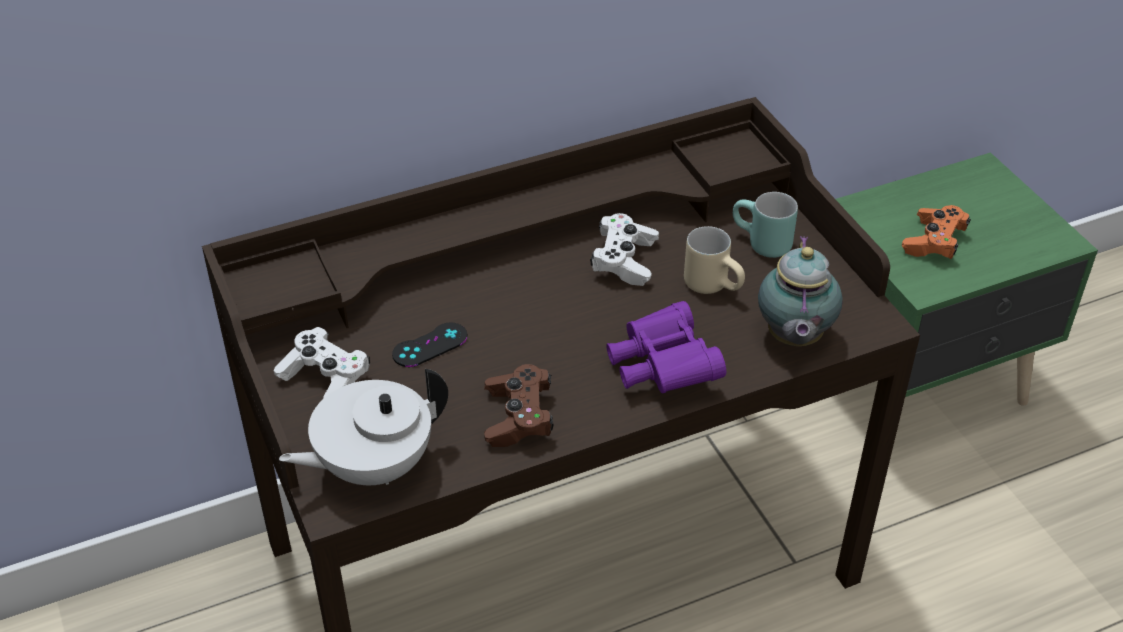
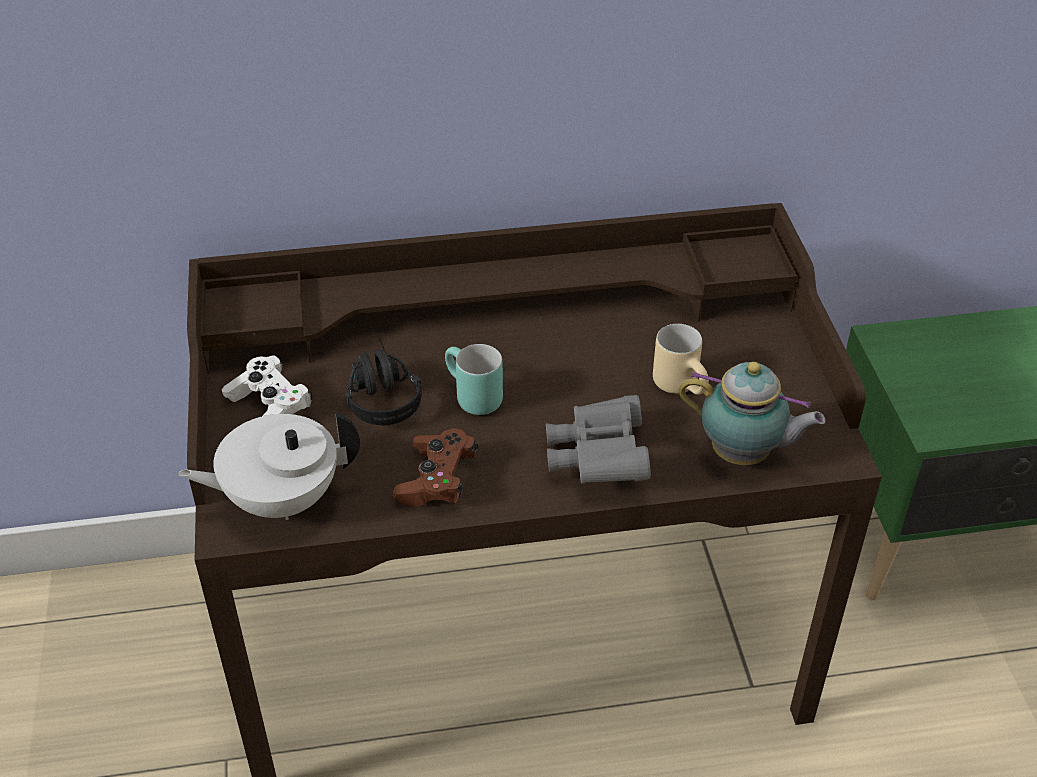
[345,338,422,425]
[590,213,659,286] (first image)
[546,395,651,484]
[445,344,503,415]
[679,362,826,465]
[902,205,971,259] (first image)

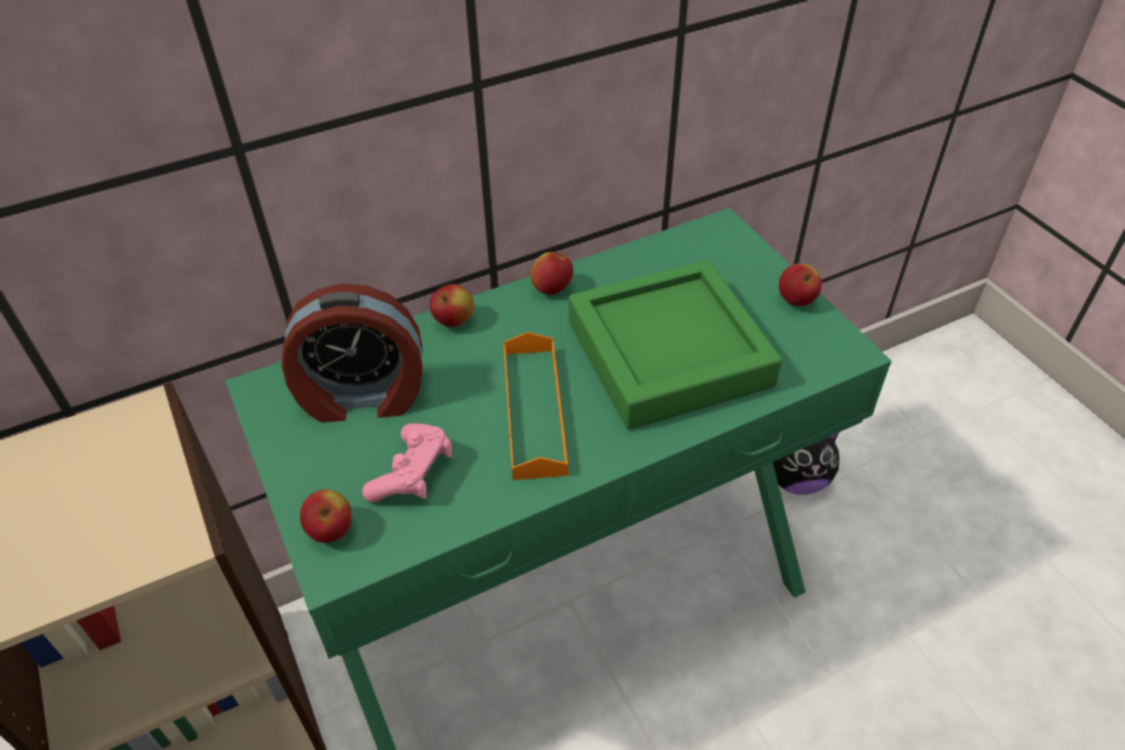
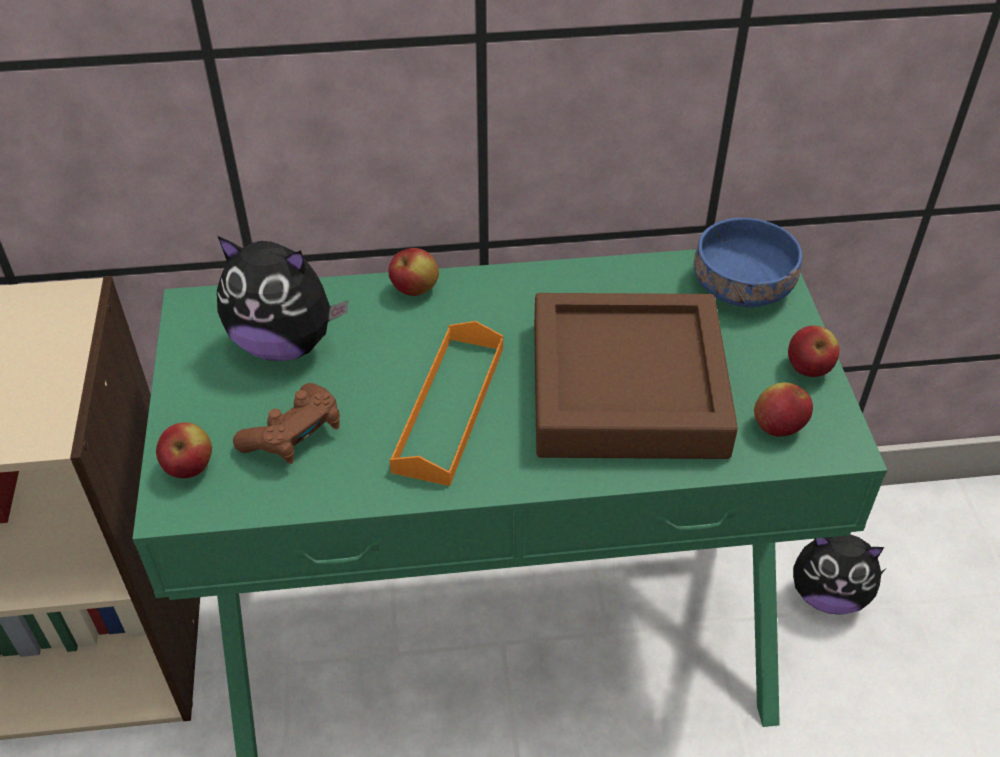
[217,236,348,361]
[233,383,340,464]
[754,382,813,437]
[534,293,738,459]
[694,218,802,307]

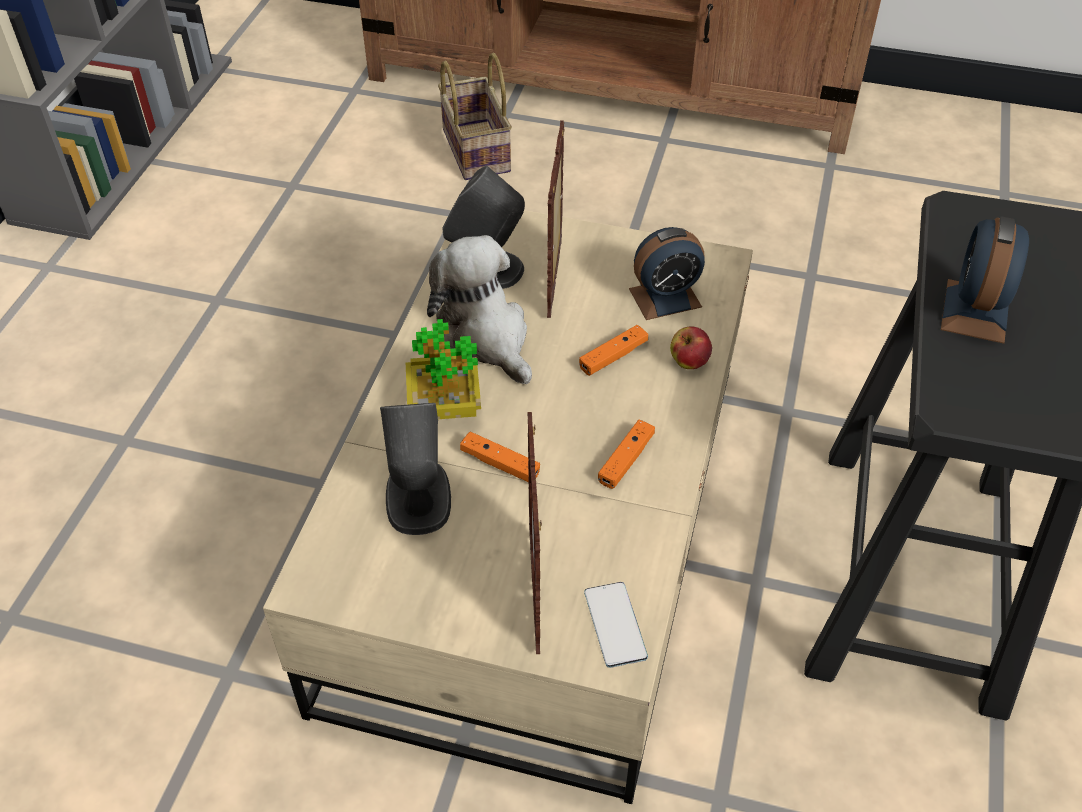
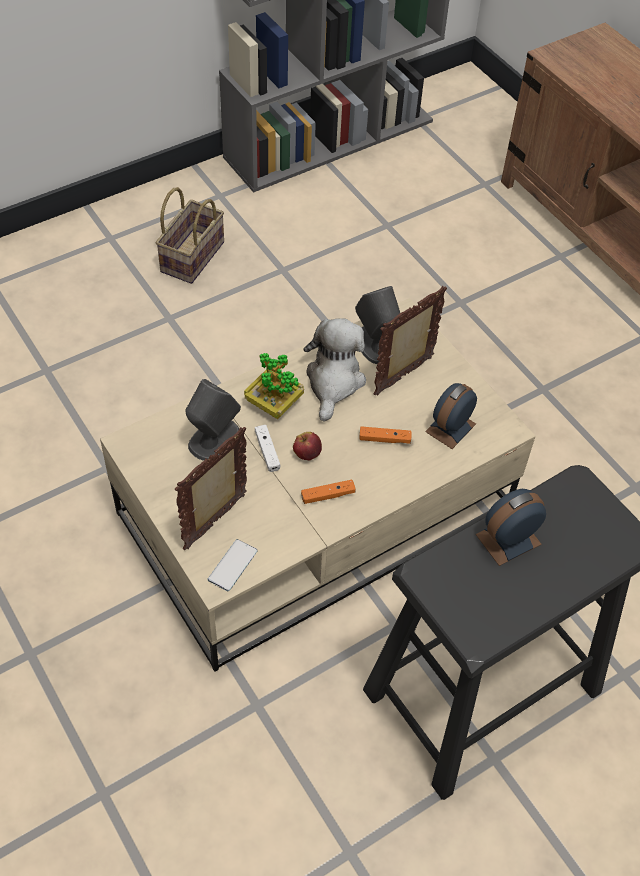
[156,187,224,284]
[255,425,280,472]
[425,383,477,449]
[293,432,322,460]

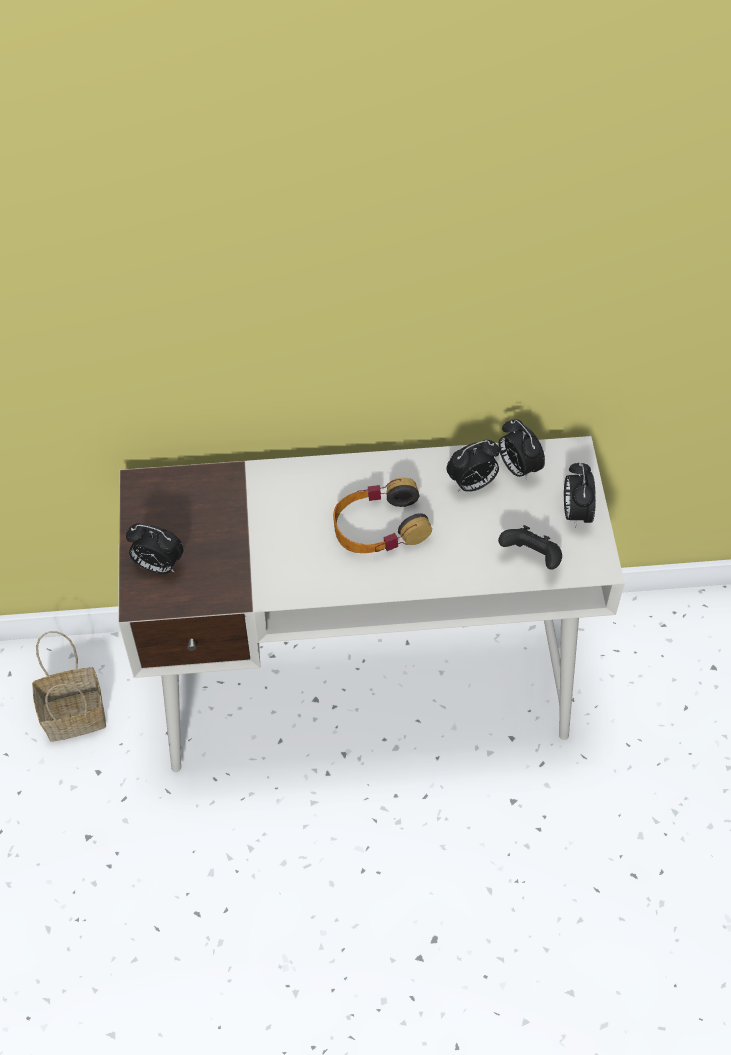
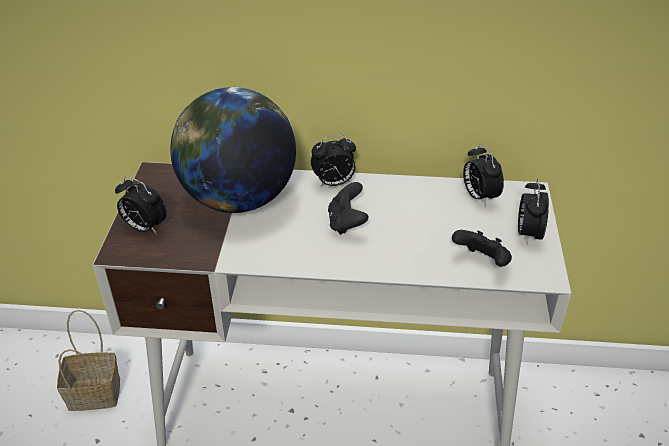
[328,182,368,235]
[311,134,356,187]
[170,87,296,213]

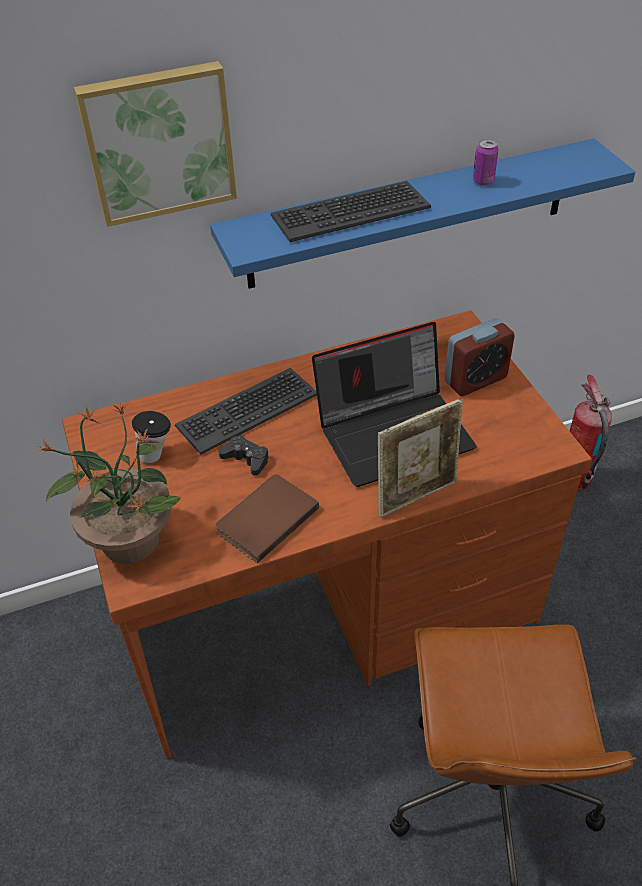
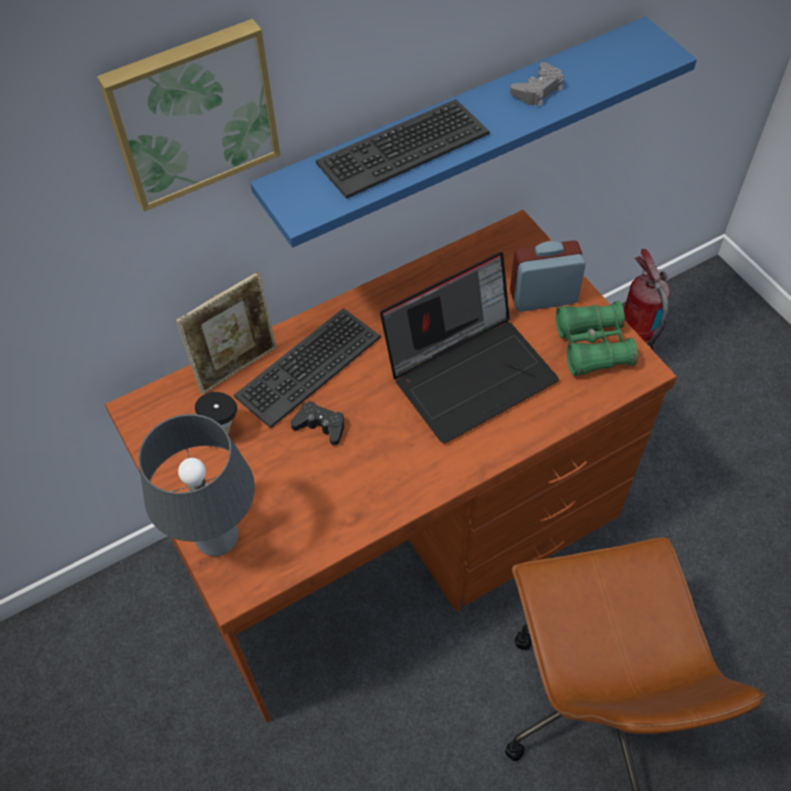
[138,414,255,556]
[215,474,319,563] (first image)
[176,272,276,395]
[510,240,586,312]
[510,62,564,107]
[556,301,638,376]

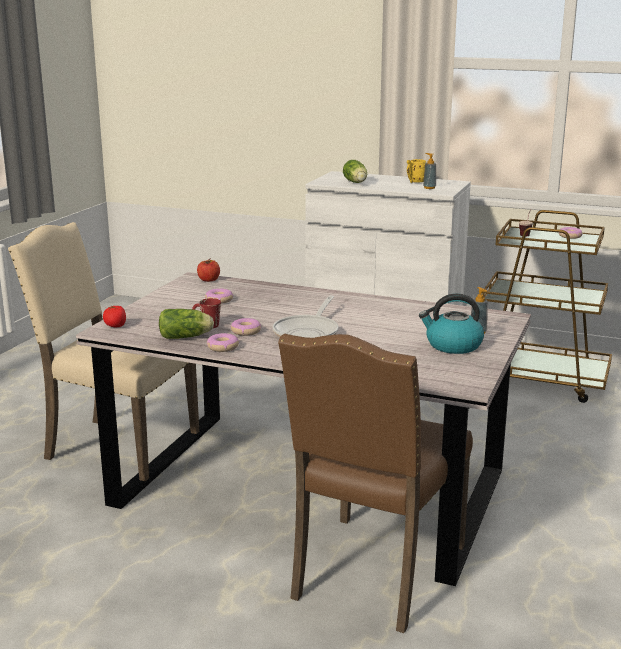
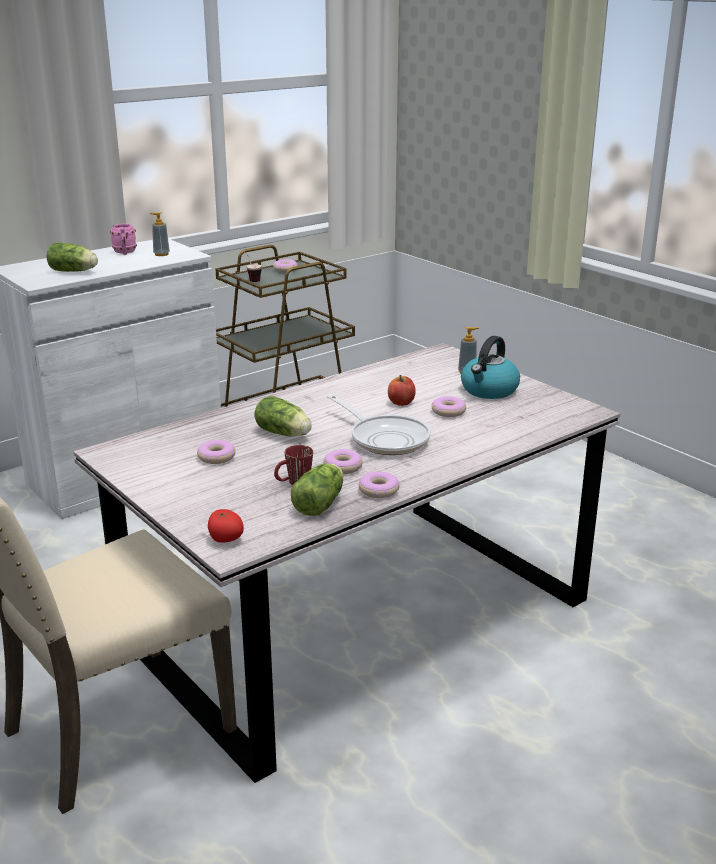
[388,375,416,406]
[278,334,473,633] (first image)
[110,224,137,255]
[255,396,312,437]
[432,396,466,417]

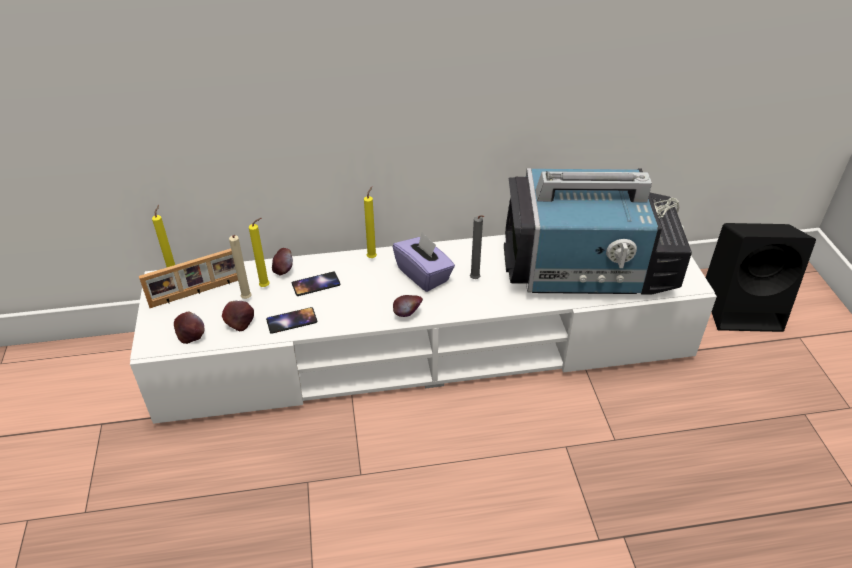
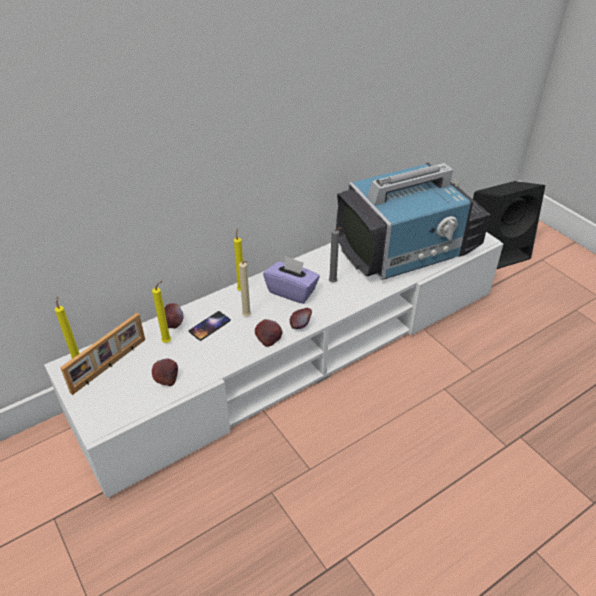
[255,319,283,347]
[239,261,251,316]
[266,307,317,334] (first image)

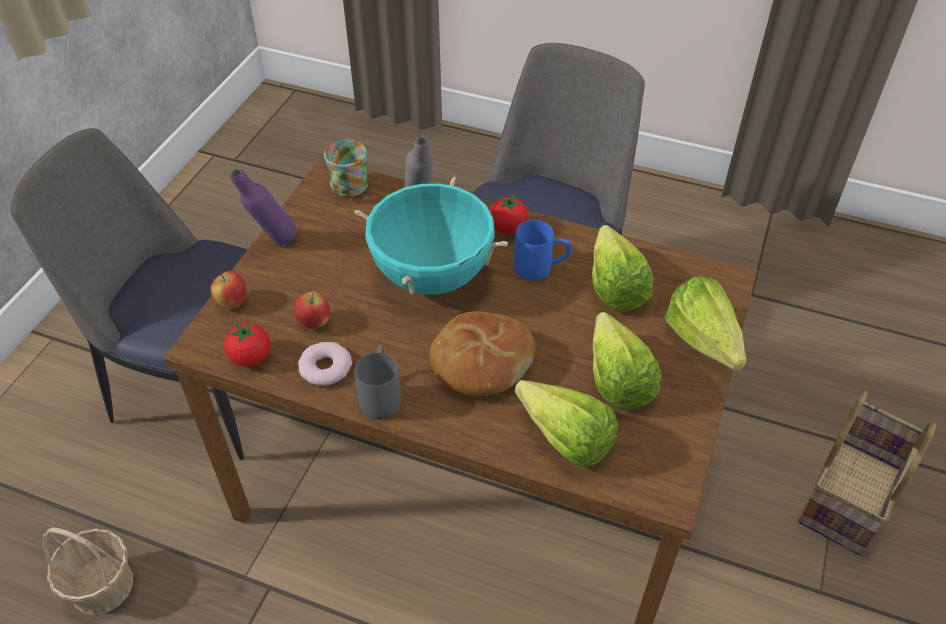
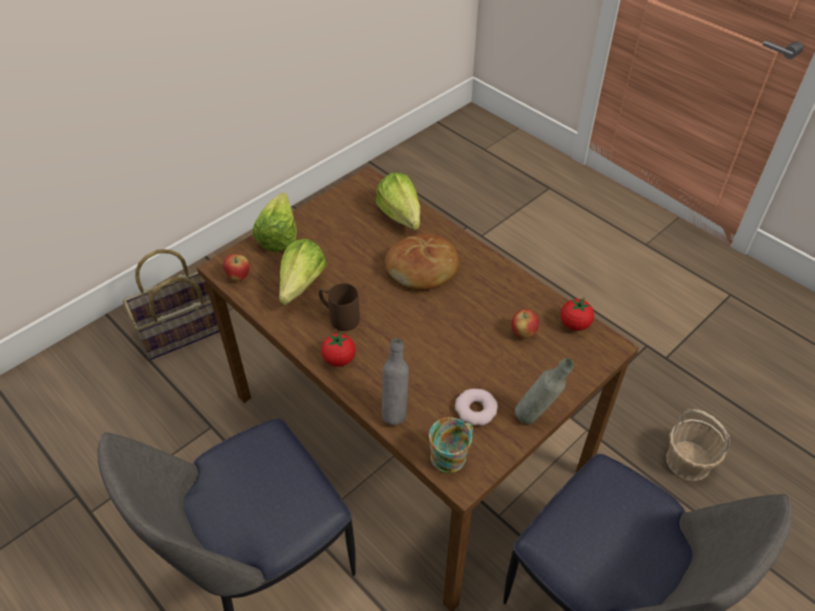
[223,254,250,281]
[515,358,574,424]
[455,389,498,426]
[354,177,508,295] (first image)
[354,345,401,420] (first image)
[319,283,360,331]
[593,312,661,410] (first image)

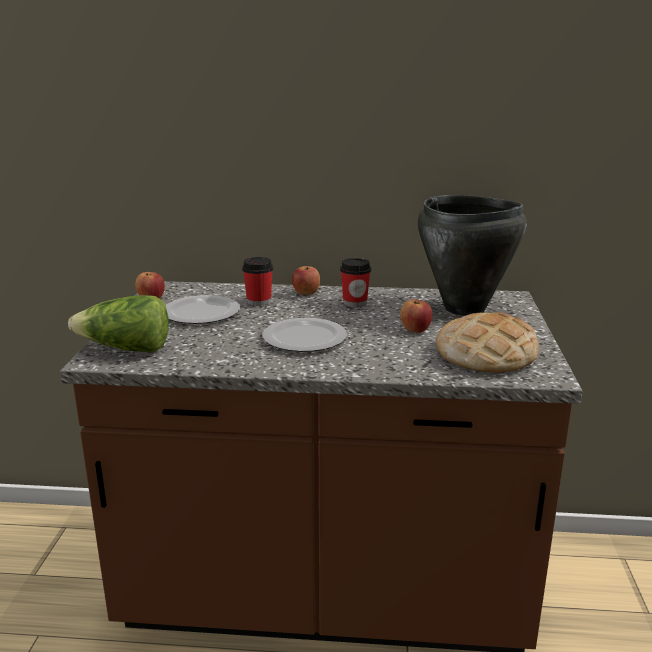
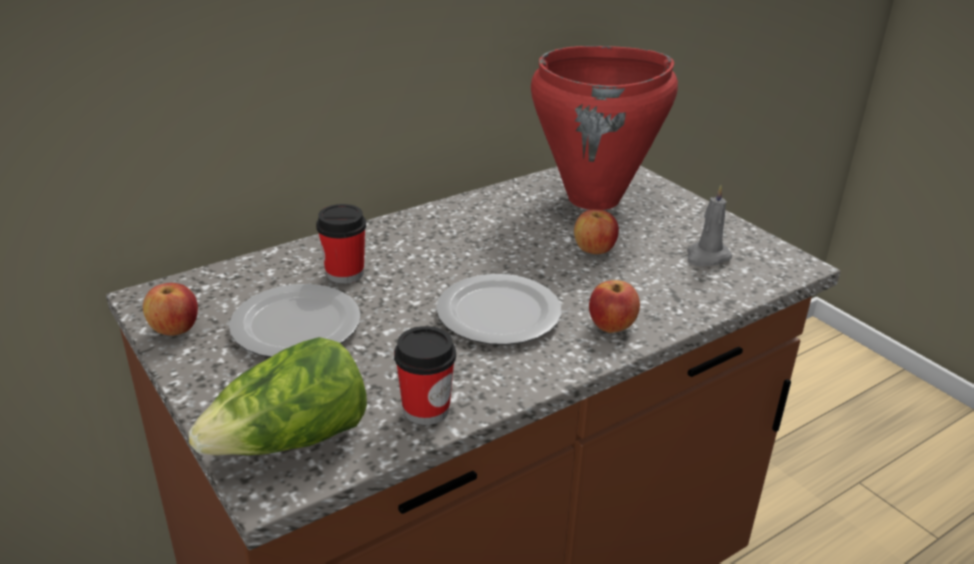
[589,280,640,333]
[394,326,456,425]
[531,46,678,210]
[687,185,732,266]

